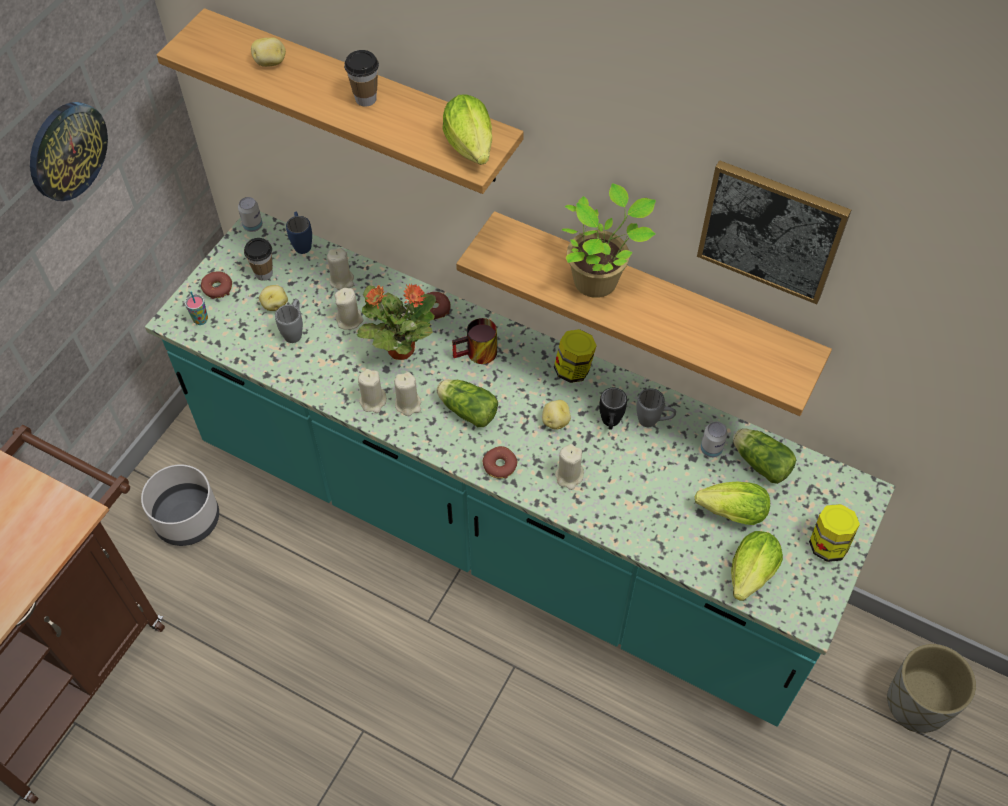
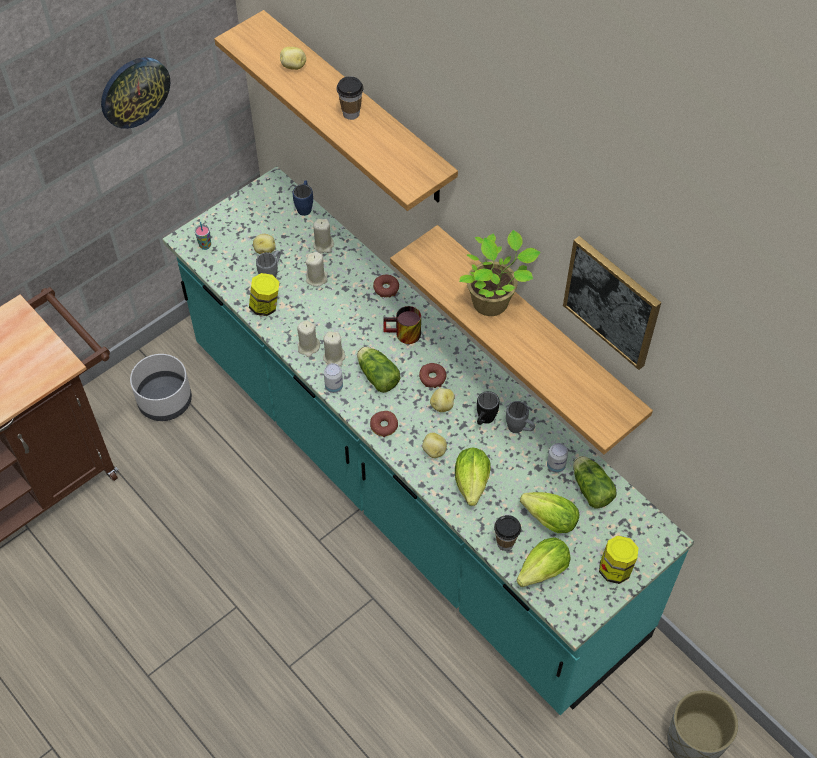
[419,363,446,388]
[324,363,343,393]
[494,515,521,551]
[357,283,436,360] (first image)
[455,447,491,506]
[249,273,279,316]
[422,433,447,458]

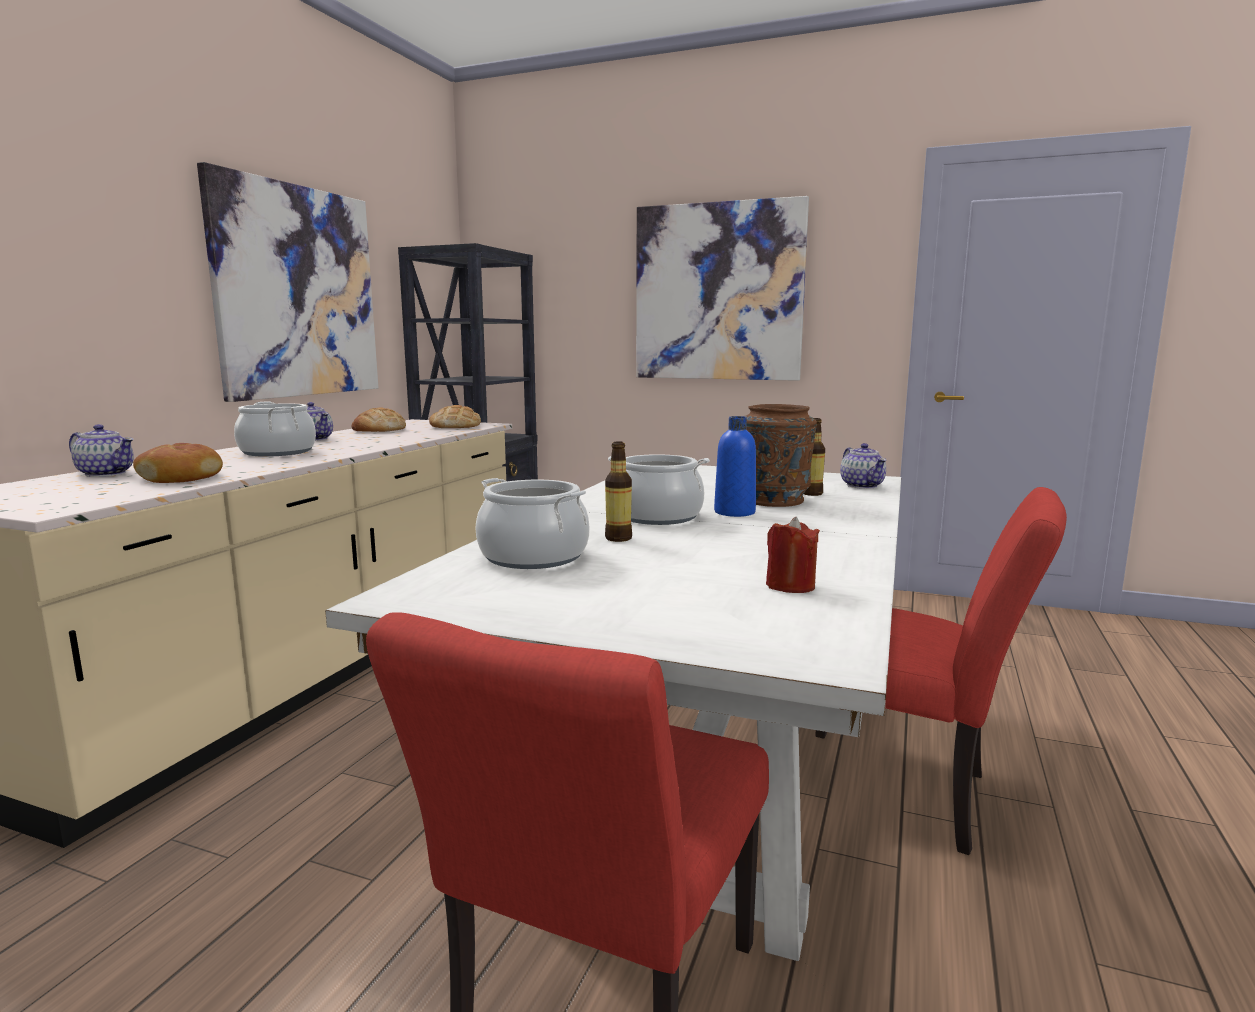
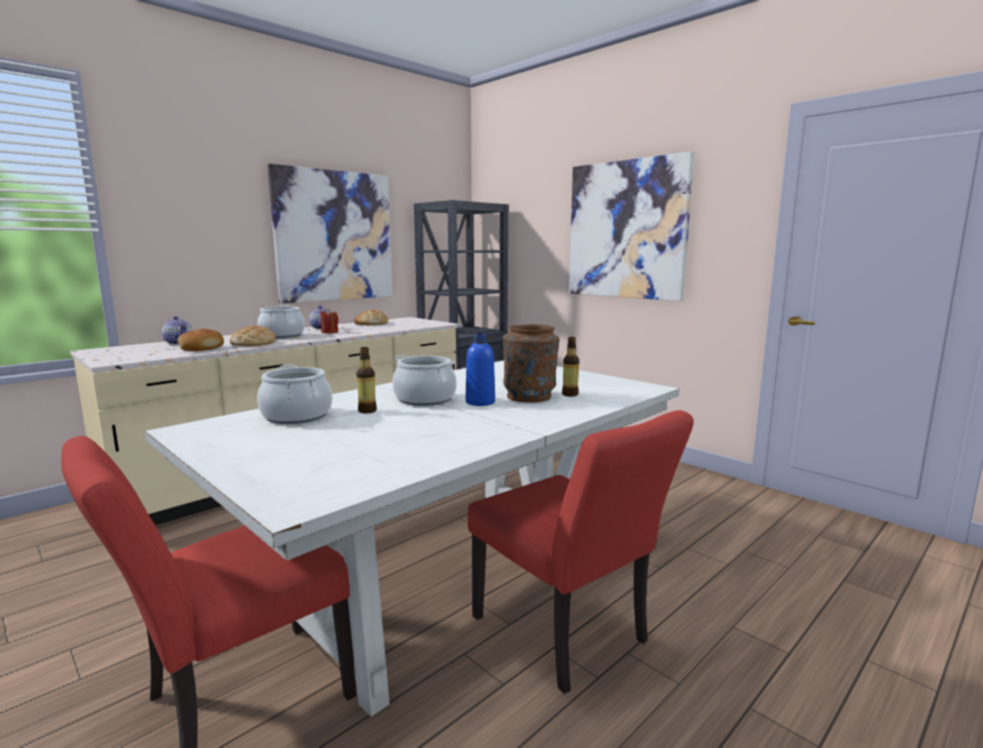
[229,326,276,346]
[321,309,339,334]
[840,443,886,489] (first image)

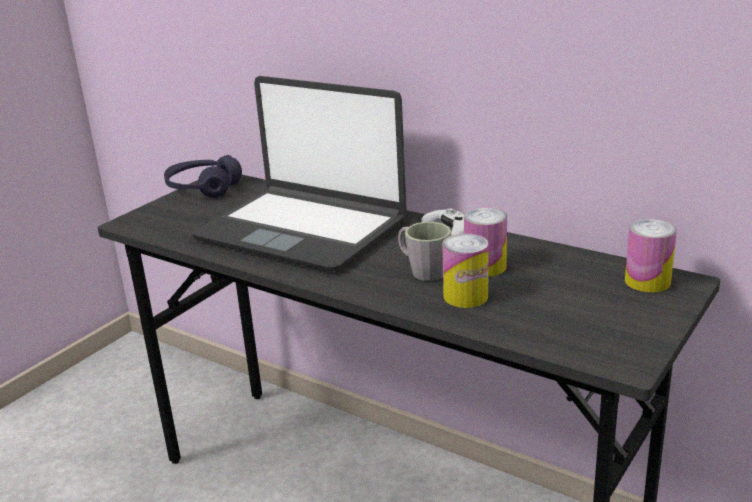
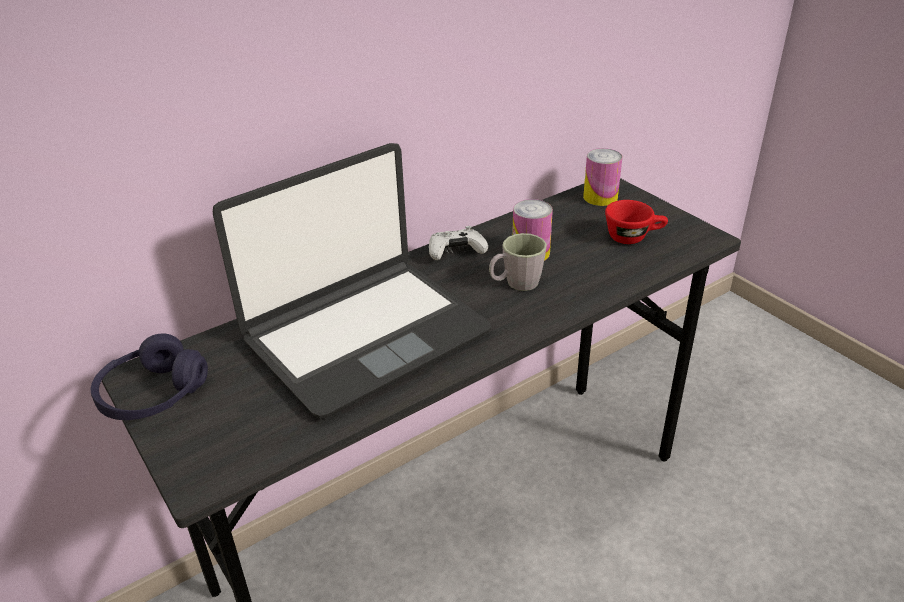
[442,233,489,308] (first image)
[605,200,668,244]

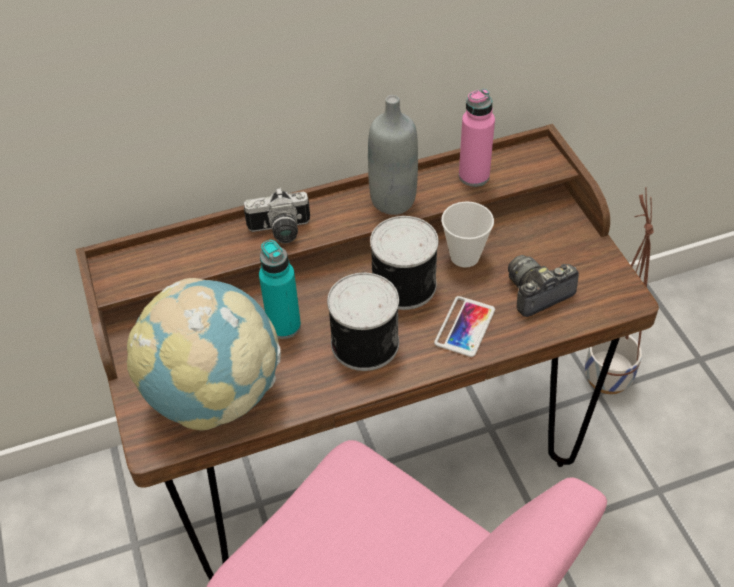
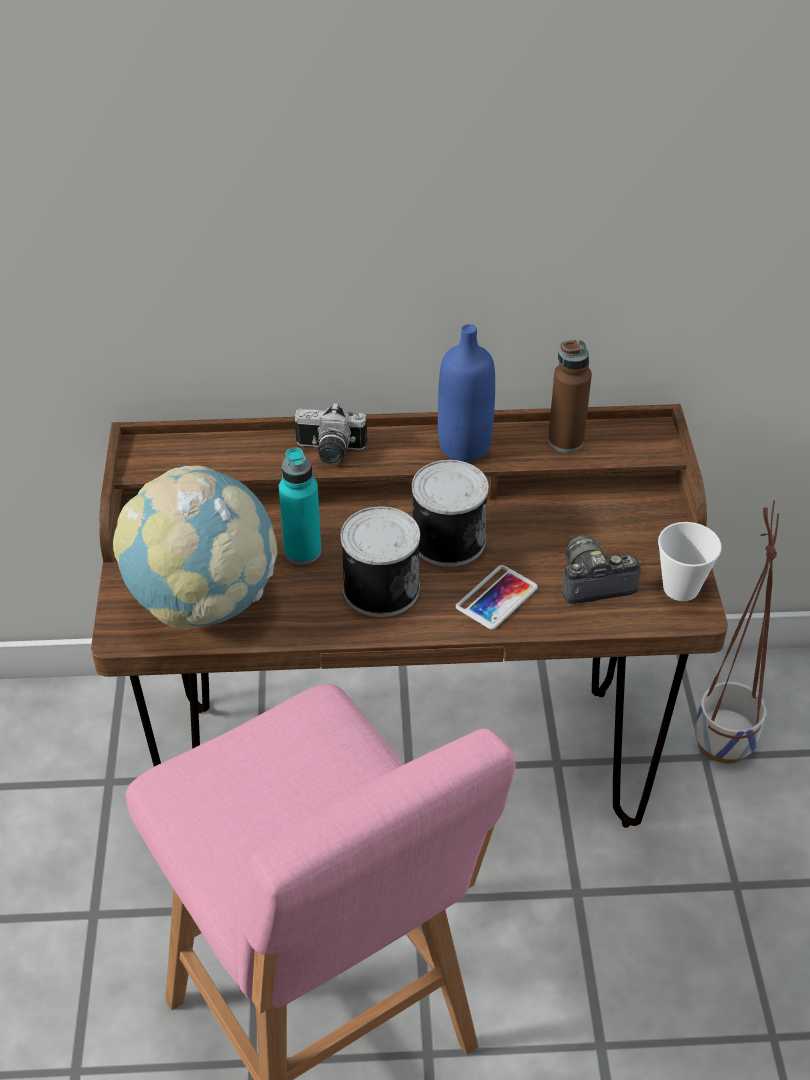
[438,324,495,462]
[658,522,722,601]
[548,340,592,453]

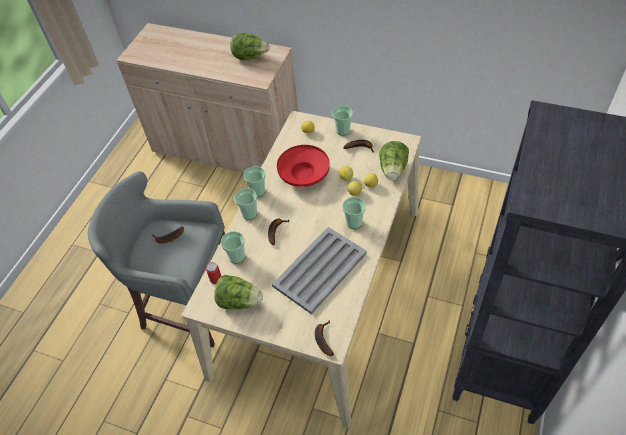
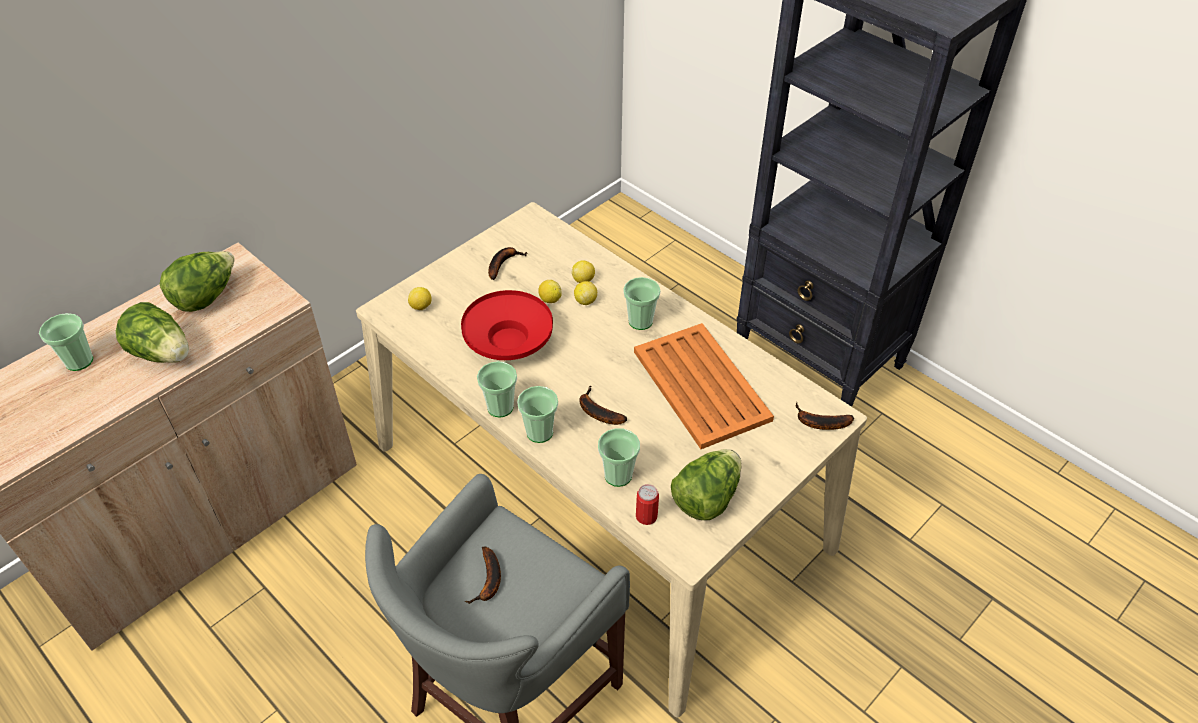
[634,323,774,449]
[39,313,93,371]
[116,302,189,363]

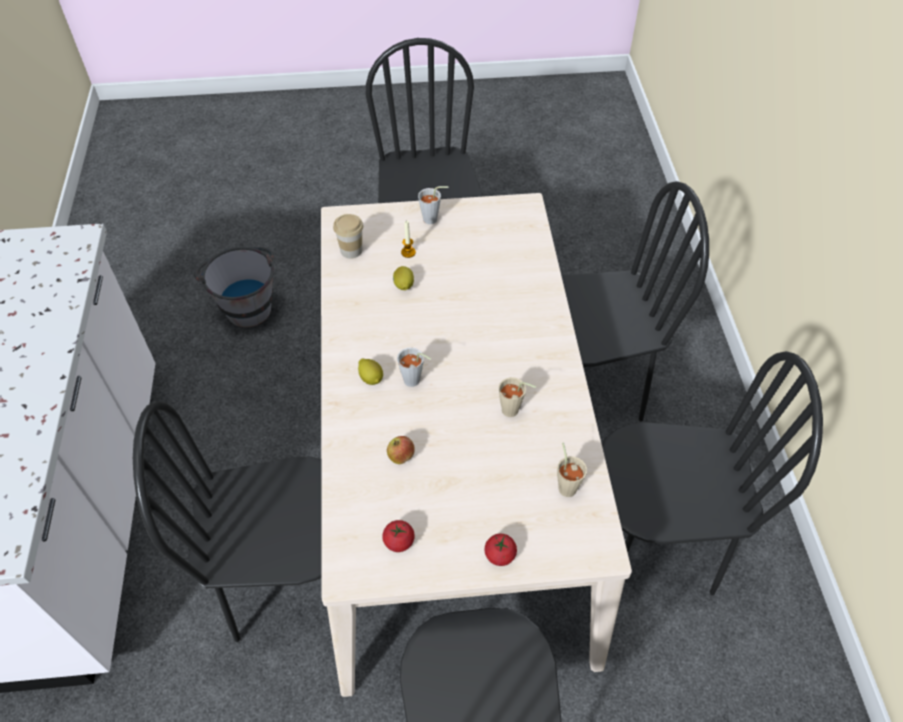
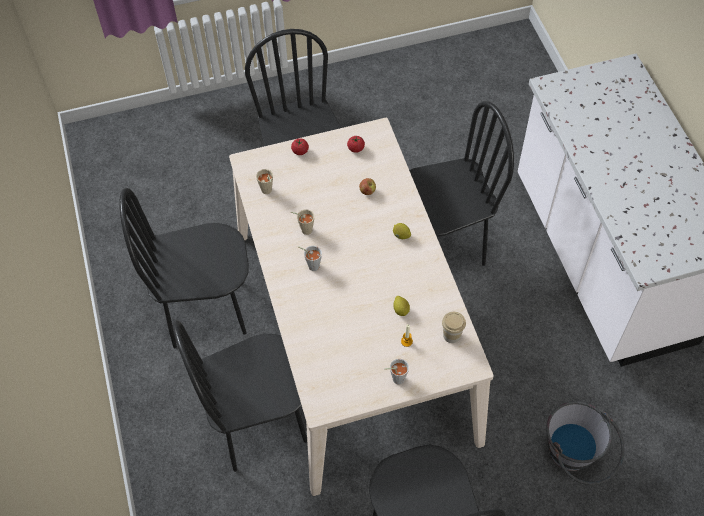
[298,246,322,271]

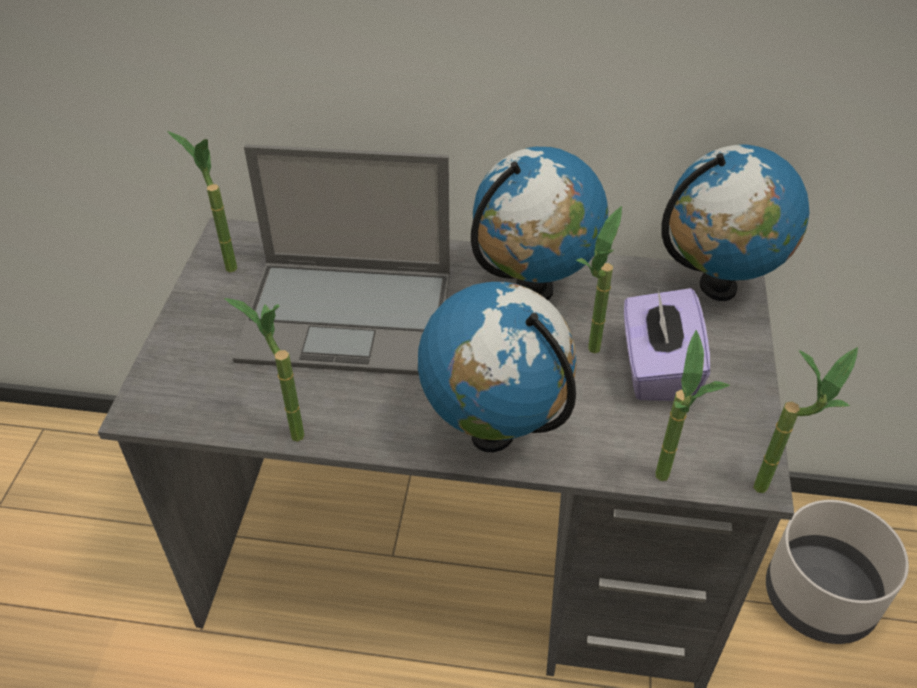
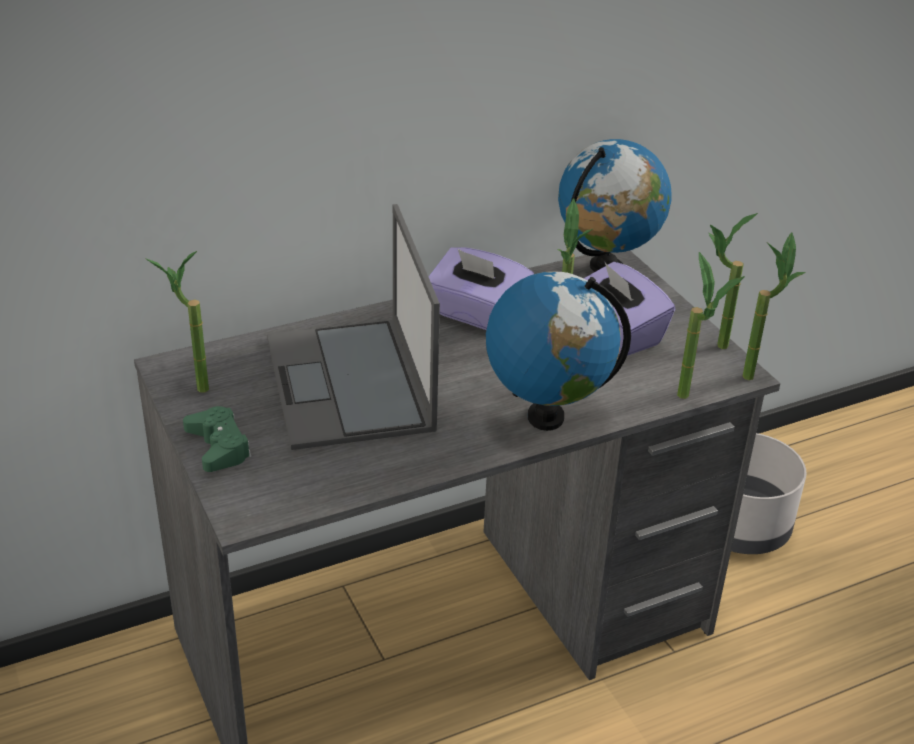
[709,213,758,349]
[267,204,440,450]
[429,247,534,330]
[183,406,252,472]

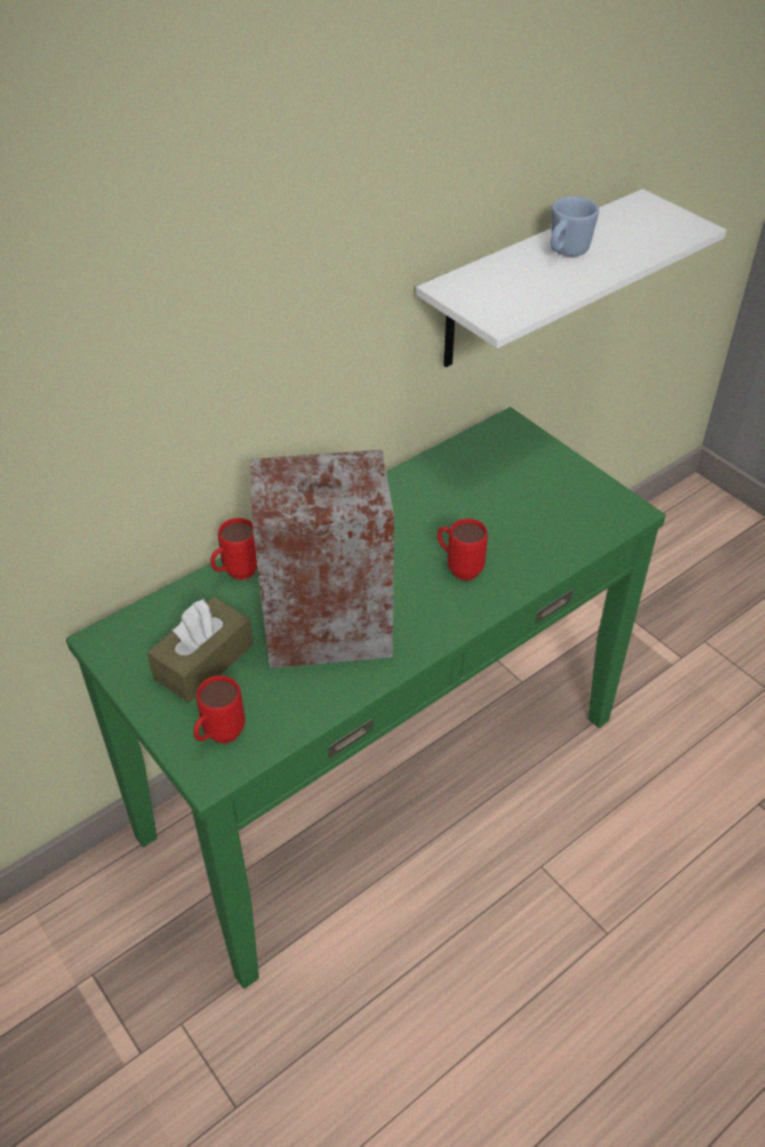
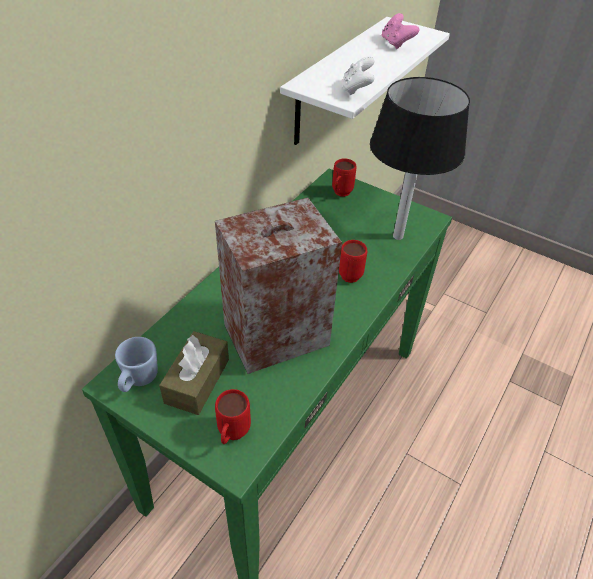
[332,158,356,197]
[115,337,158,392]
[343,56,375,95]
[370,77,470,240]
[382,13,419,49]

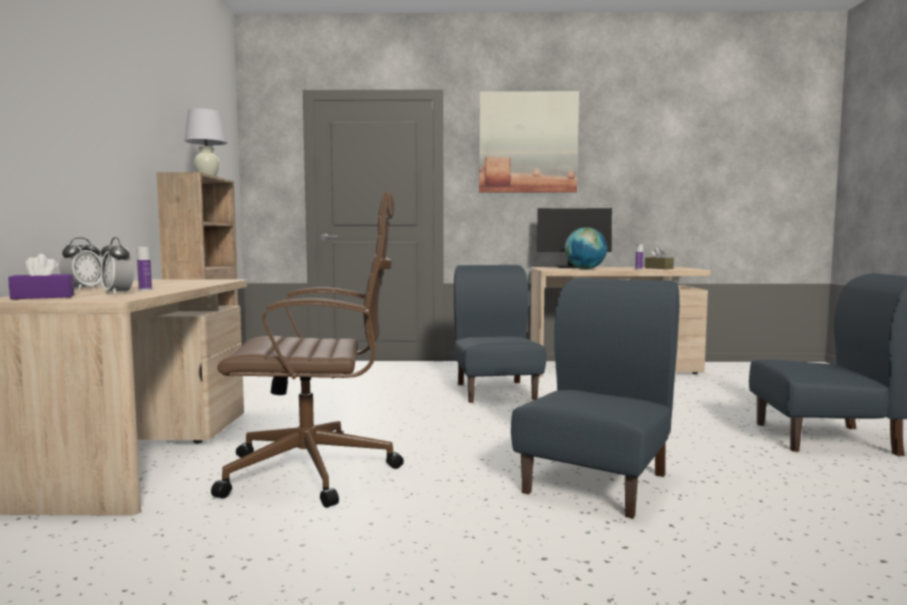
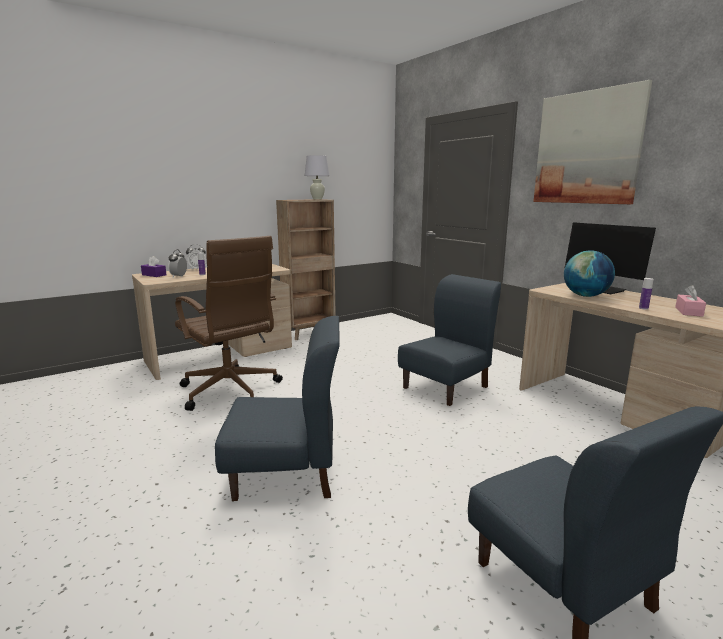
[675,285,706,317]

